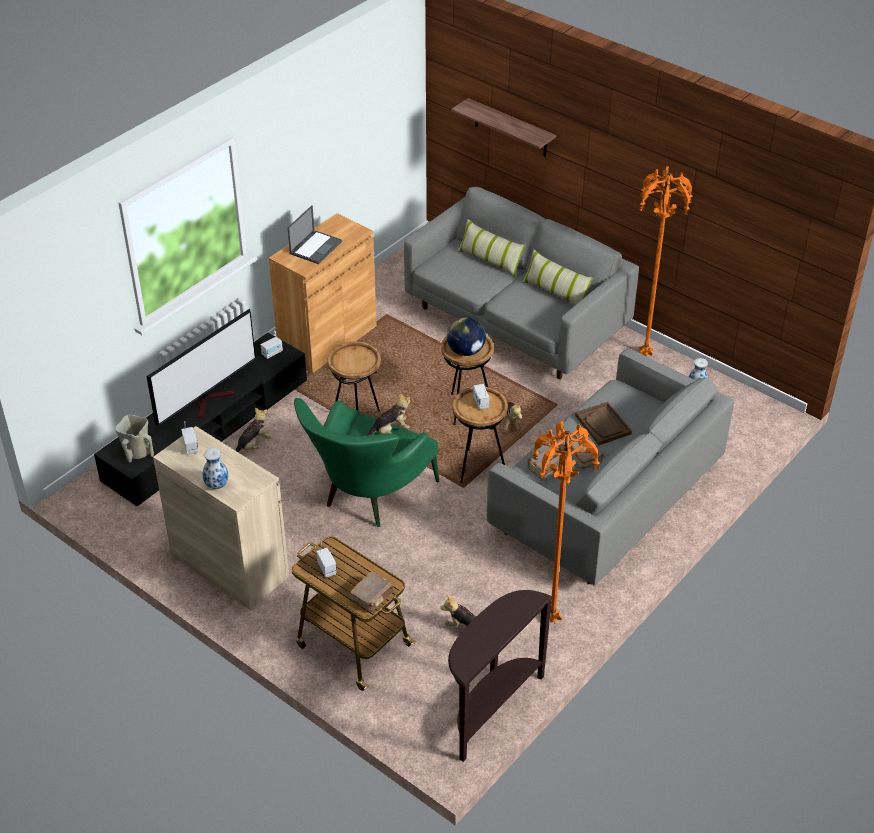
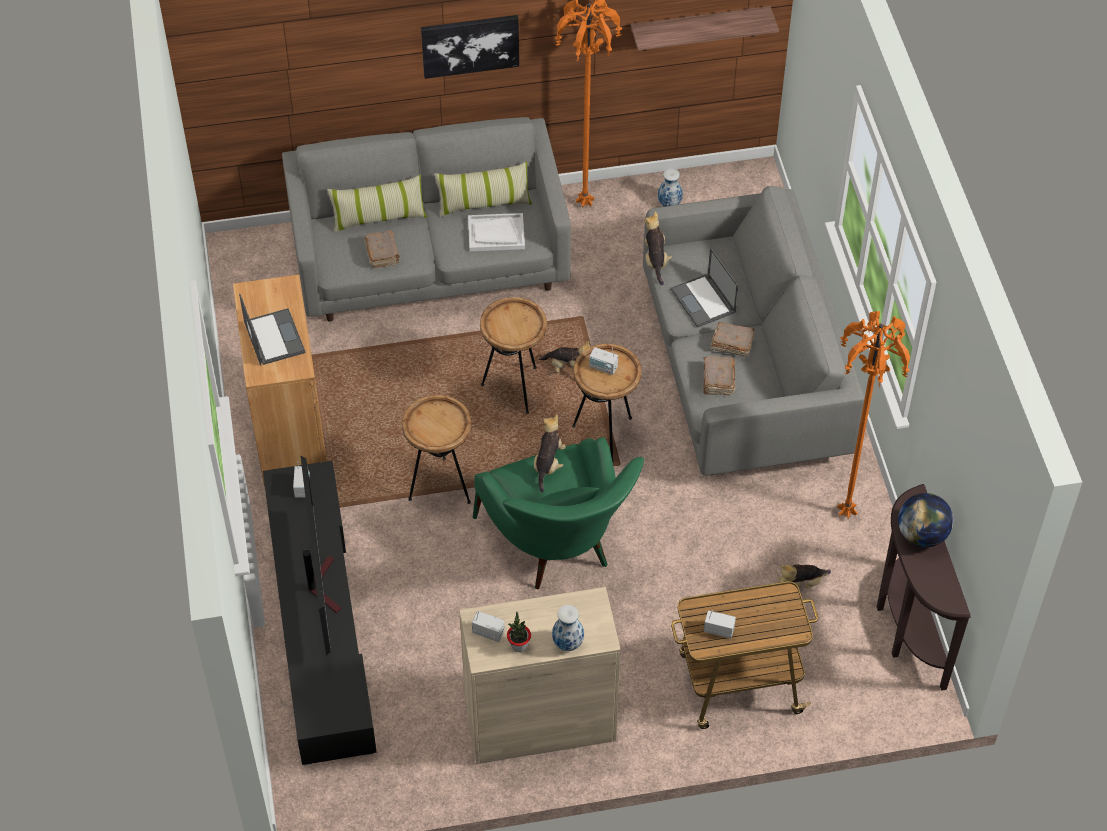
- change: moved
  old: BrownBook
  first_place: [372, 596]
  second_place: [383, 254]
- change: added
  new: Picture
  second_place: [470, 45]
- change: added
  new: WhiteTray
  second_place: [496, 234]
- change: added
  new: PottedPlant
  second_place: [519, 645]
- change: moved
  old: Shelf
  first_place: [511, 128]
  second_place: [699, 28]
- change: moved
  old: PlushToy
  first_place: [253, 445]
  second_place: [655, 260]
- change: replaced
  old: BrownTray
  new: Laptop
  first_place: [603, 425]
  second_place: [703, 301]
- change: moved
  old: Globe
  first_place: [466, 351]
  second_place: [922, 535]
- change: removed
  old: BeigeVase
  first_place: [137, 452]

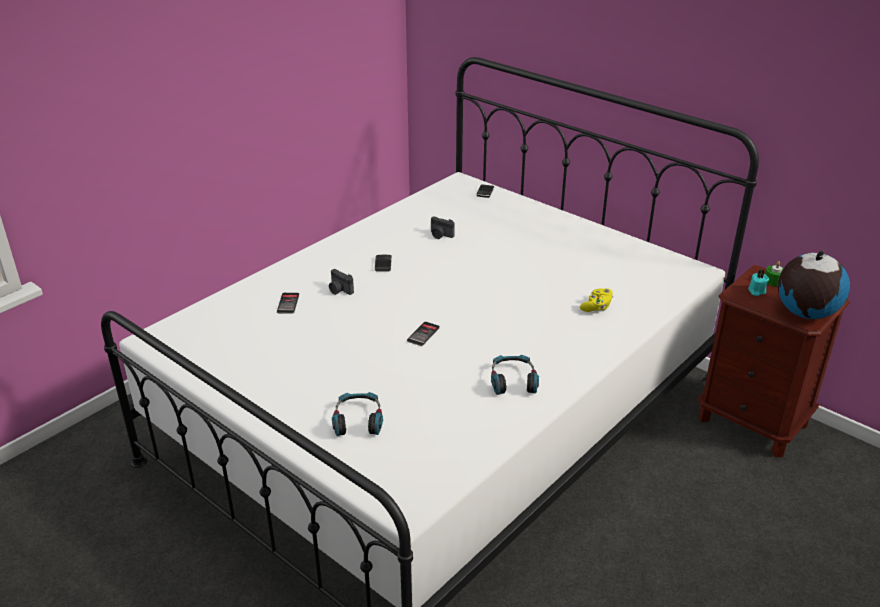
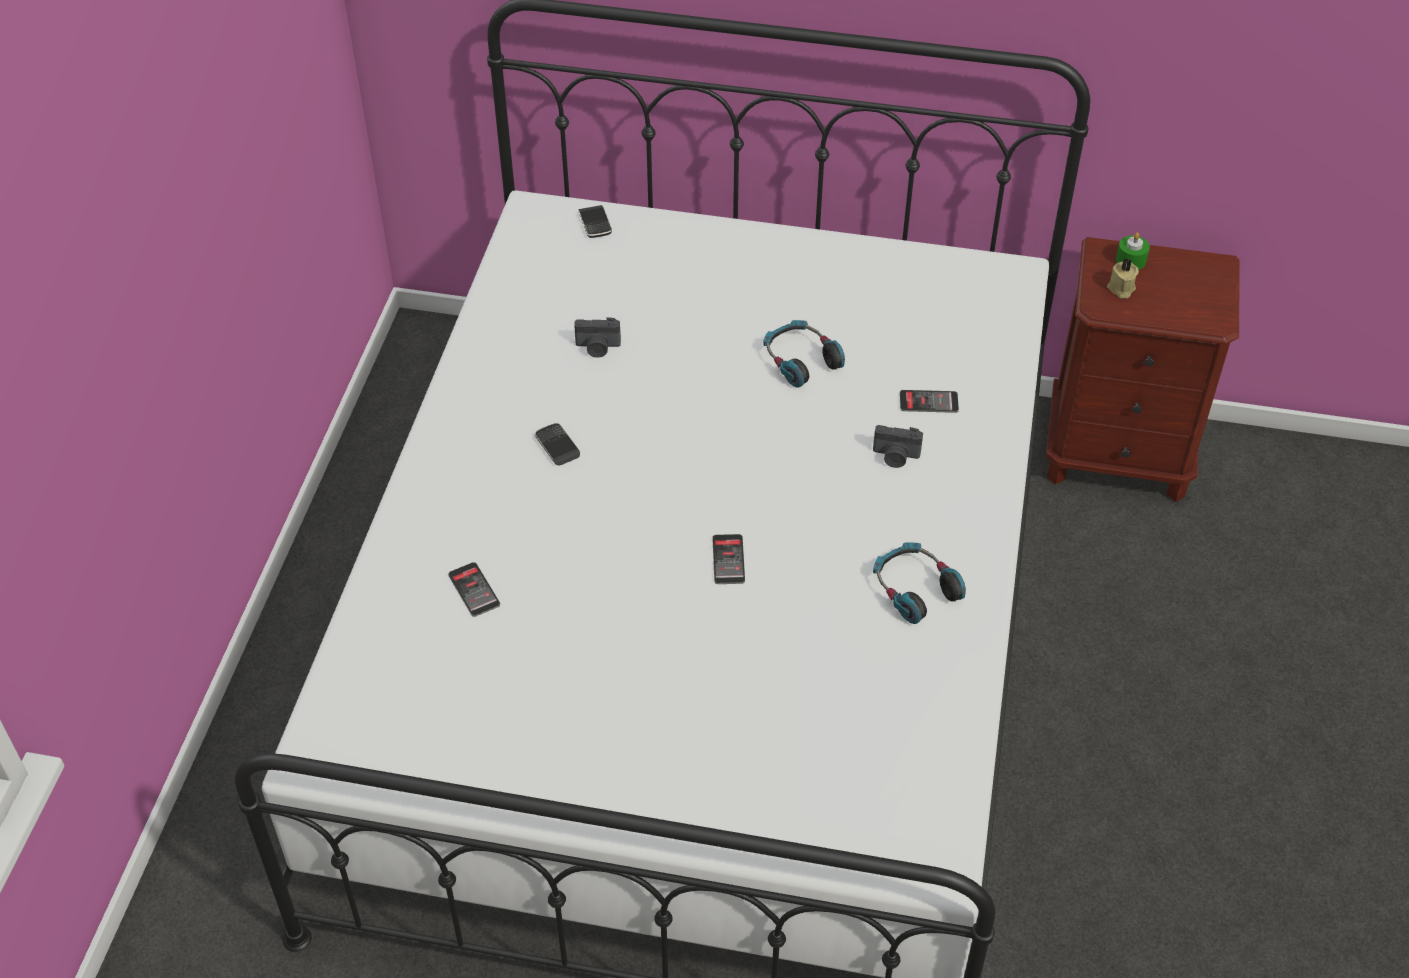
- change: moved
  old: Headphones
  first_place: [358, 420]
  second_place: [800, 360]
- change: moved
  old: PhotoCamera
  first_place: [339, 290]
  second_place: [895, 457]
- change: replaced
  old: YellowGameController
  new: Phone
  first_place: [597, 307]
  second_place: [928, 402]
- change: recoloured
  old: TurquoiseCandle
  new: BeigeCandle
  first_place: [756, 291]
  second_place: [1121, 289]
- change: removed
  old: Globe
  first_place: [805, 313]

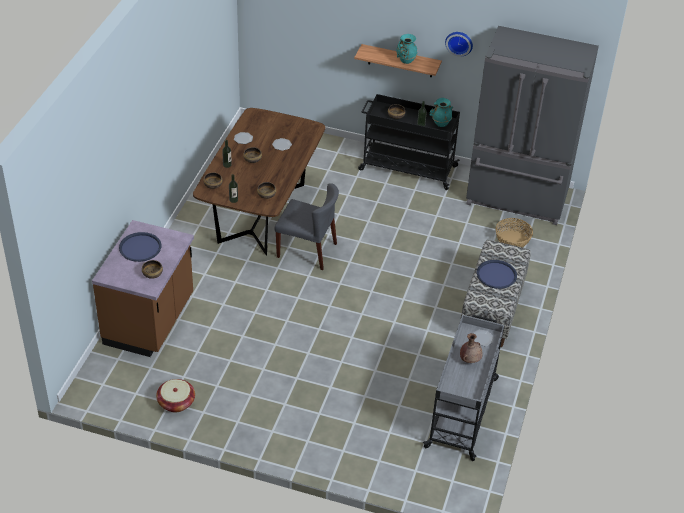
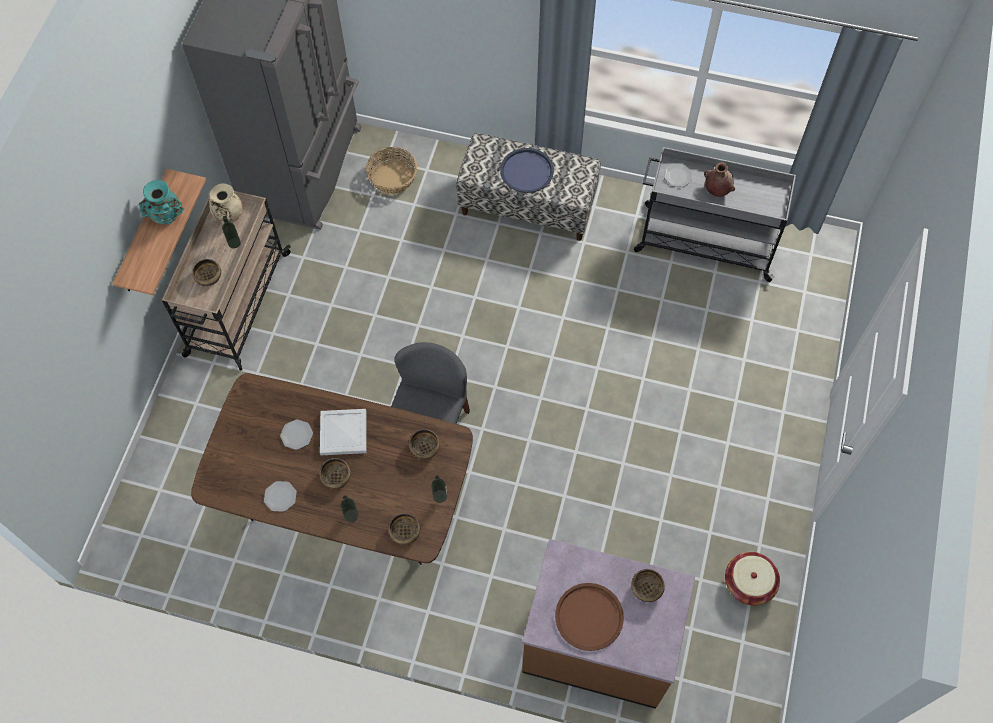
- change: recoloured
  old: BlackCart
  new: BeigeCart
  first_place: [406, 168]
  second_place: [237, 305]
- change: recoloured
  old: TurquoiseVase
  new: BeigeVase
  first_place: [440, 123]
  second_place: [229, 217]
- change: added
  new: WhiteTray
  second_place: [343, 433]
- change: recoloured
  old: BlueTray
  new: BrownTray
  first_place: [140, 247]
  second_place: [589, 617]
- change: removed
  old: WallClock
  first_place: [459, 42]

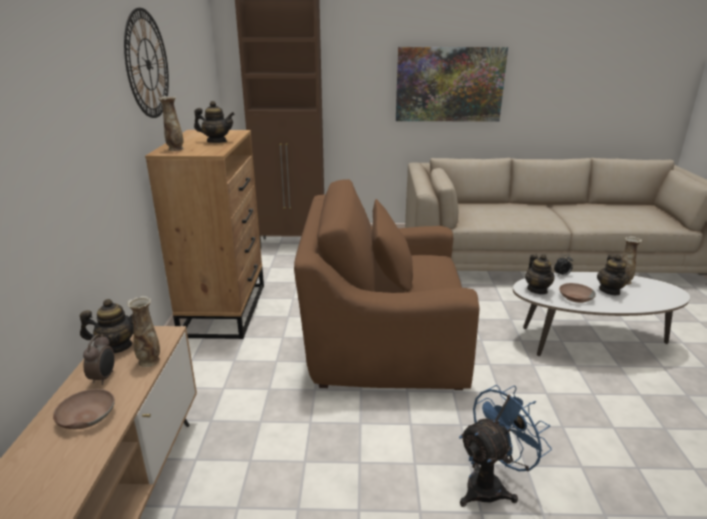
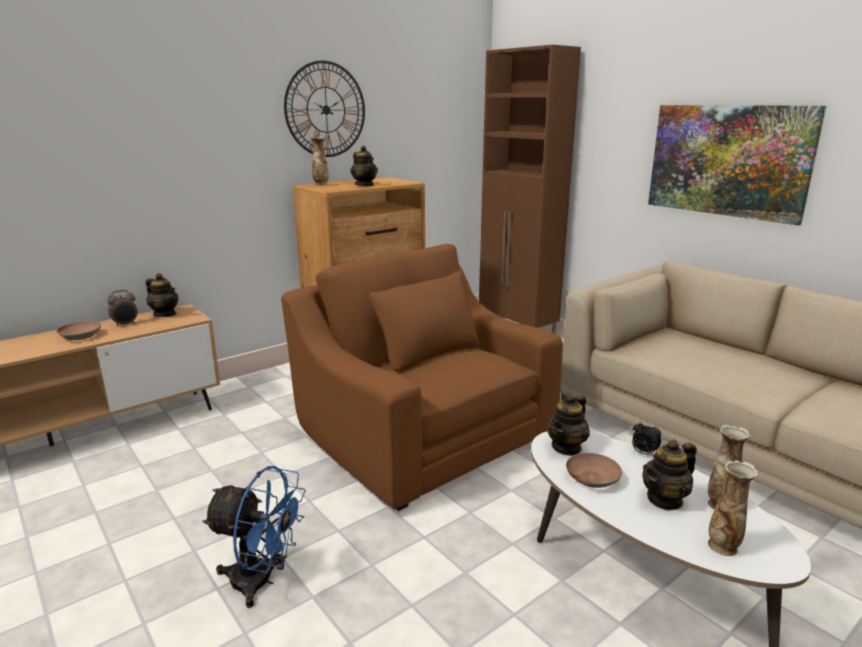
- change: moved
  old: Vase
  first_place: [150, 360]
  second_place: [723, 546]

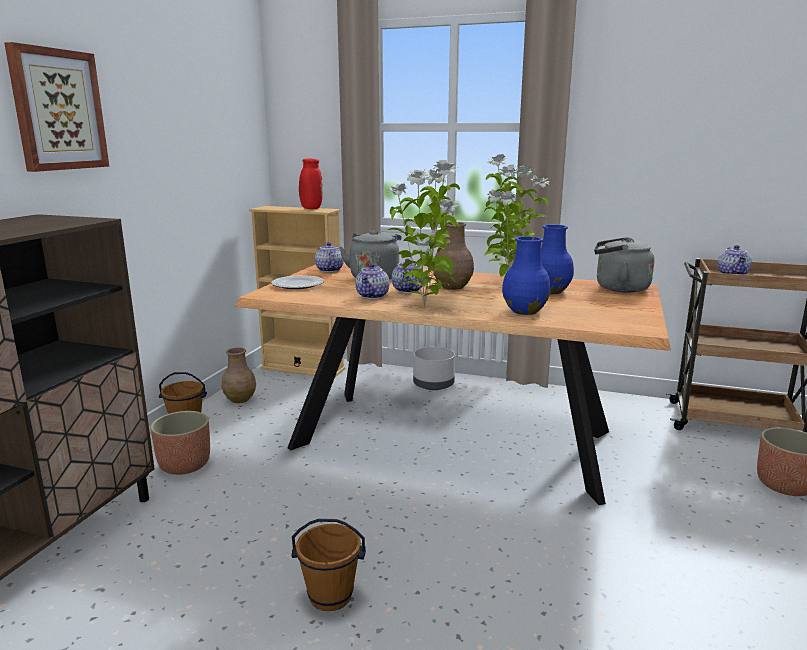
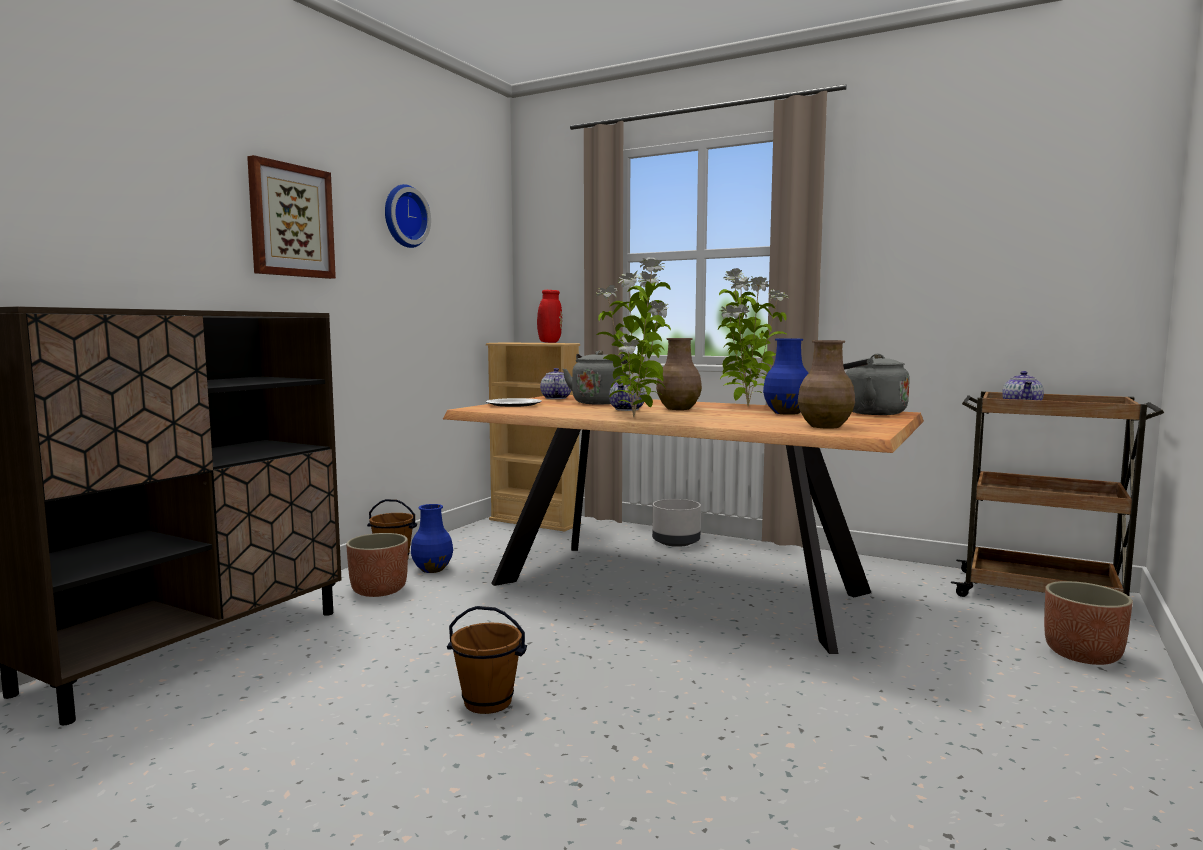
- change: added
  new: WallClock
  second_place: [403, 216]
- change: moved
  old: BlueVase
  first_place: [524, 311]
  second_place: [432, 569]
- change: moved
  old: BrownVase
  first_place: [240, 399]
  second_place: [825, 426]
- change: removed
  old: Teapot
  first_place: [373, 296]

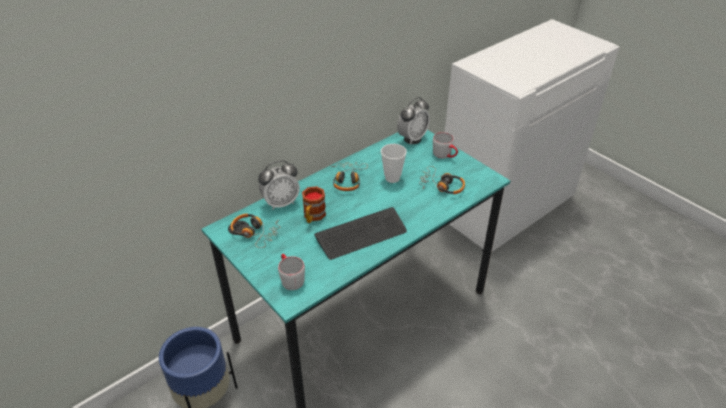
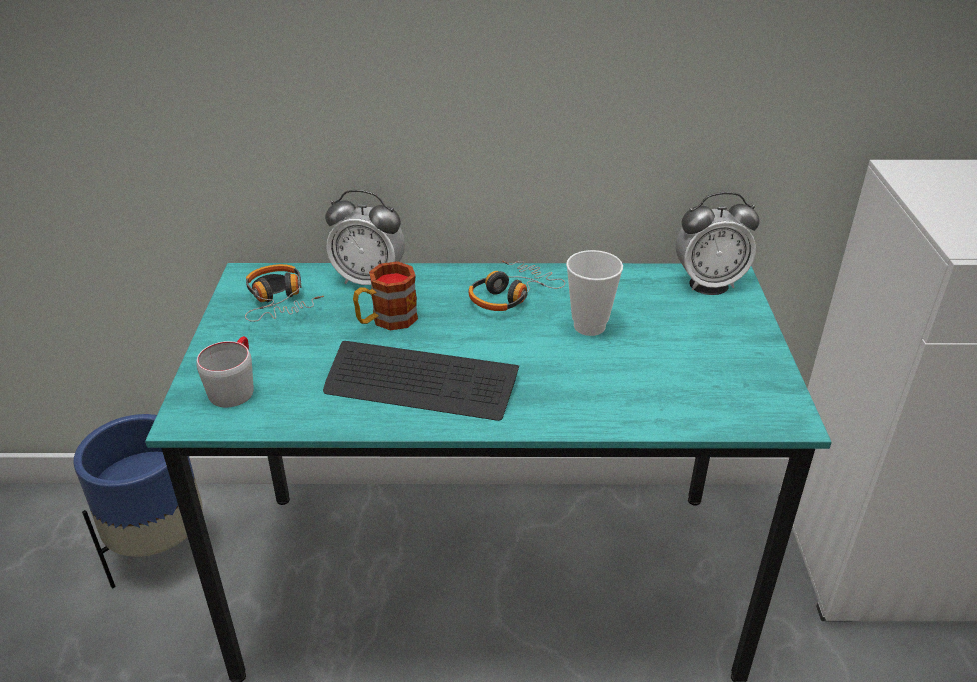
- change: removed
  old: Headphones
  first_place: [441, 186]
- change: removed
  old: GreyMug
  first_place: [445, 155]

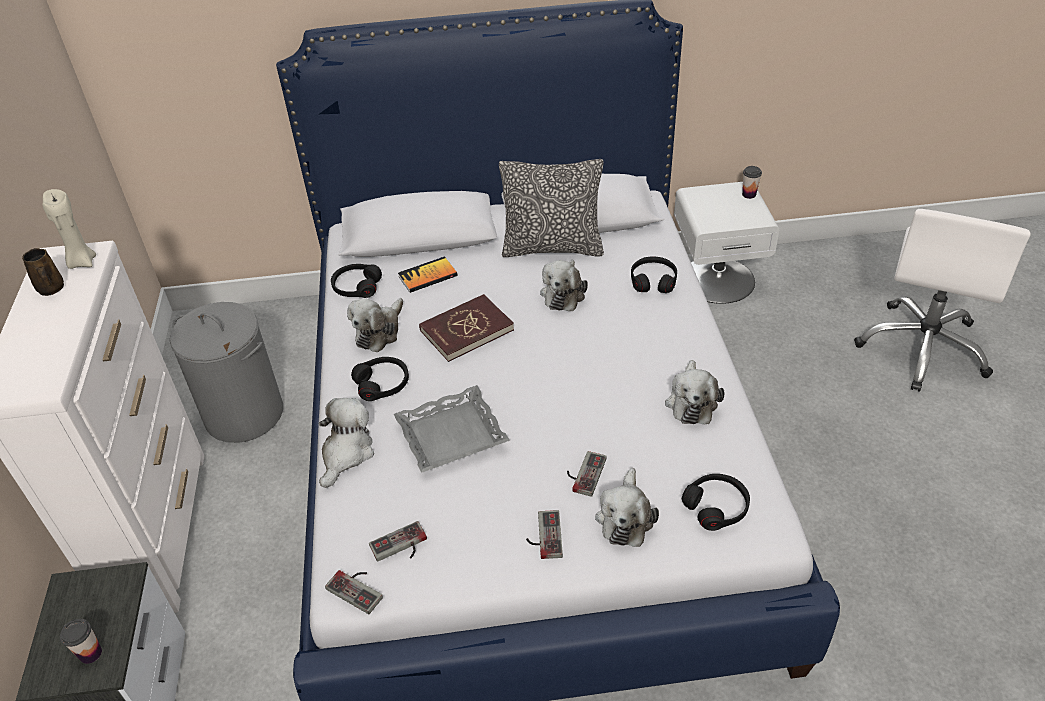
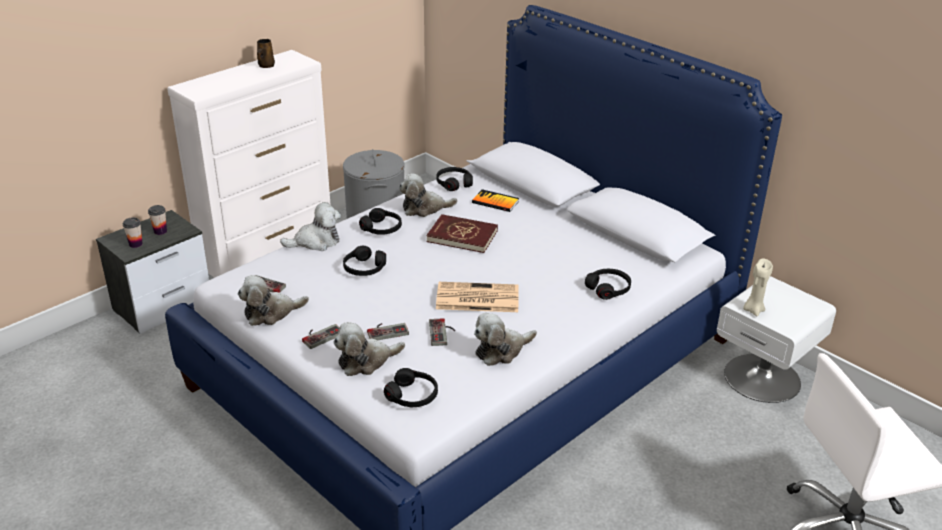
- change: moved
  old: Cup
  first_place: [749, 194]
  second_place: [160, 231]
- change: moved
  old: PlushToy
  first_place: [563, 293]
  second_place: [271, 313]
- change: replaced
  old: GreyTray
  new: BlackHeadphones
  first_place: [451, 435]
  second_place: [364, 268]
- change: moved
  old: GameController
  first_place: [358, 588]
  second_place: [442, 333]
- change: added
  new: Newspaper
  second_place: [476, 298]
- change: moved
  old: BeigeCandle
  first_place: [82, 262]
  second_place: [753, 310]
- change: removed
  old: Pillow
  first_place: [552, 247]

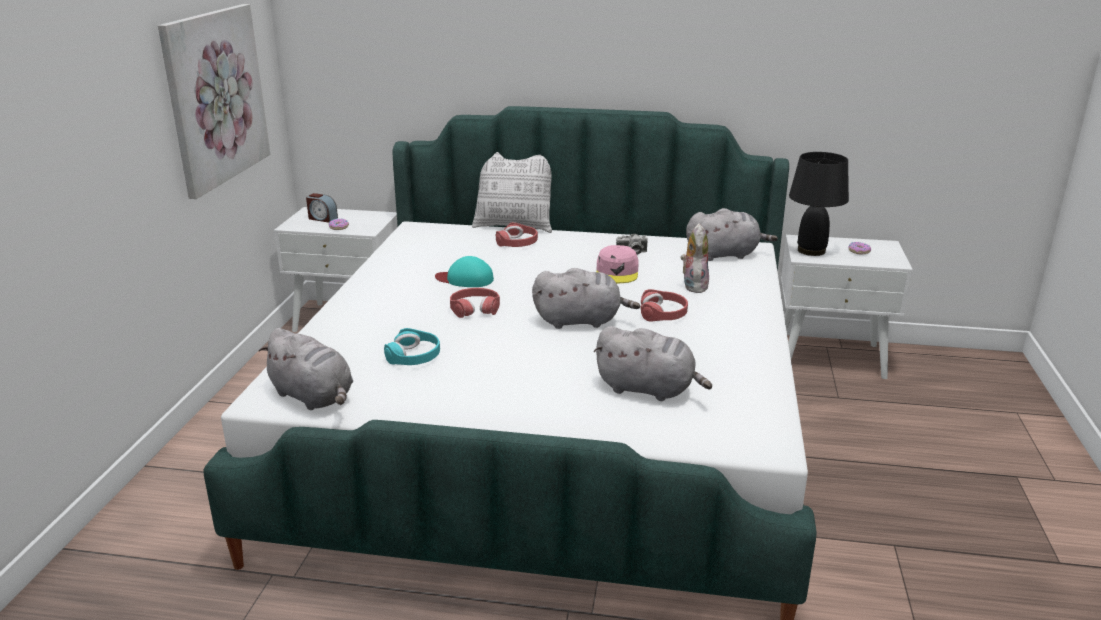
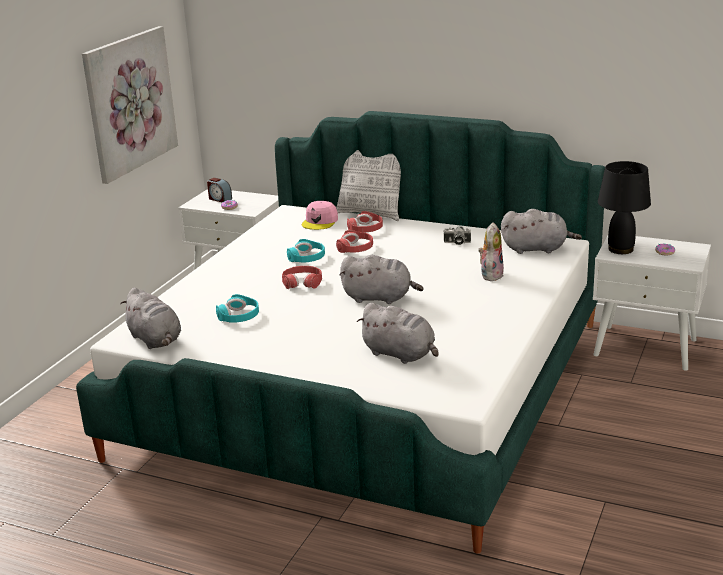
- change: replaced
  old: TurquoiseCap
  new: TurquoiseHeadphones
  first_place: [465, 279]
  second_place: [307, 258]
- change: moved
  old: PinkCap
  first_place: [617, 272]
  second_place: [320, 221]
- change: moved
  old: RedHeadphones
  first_place: [663, 313]
  second_place: [355, 248]

